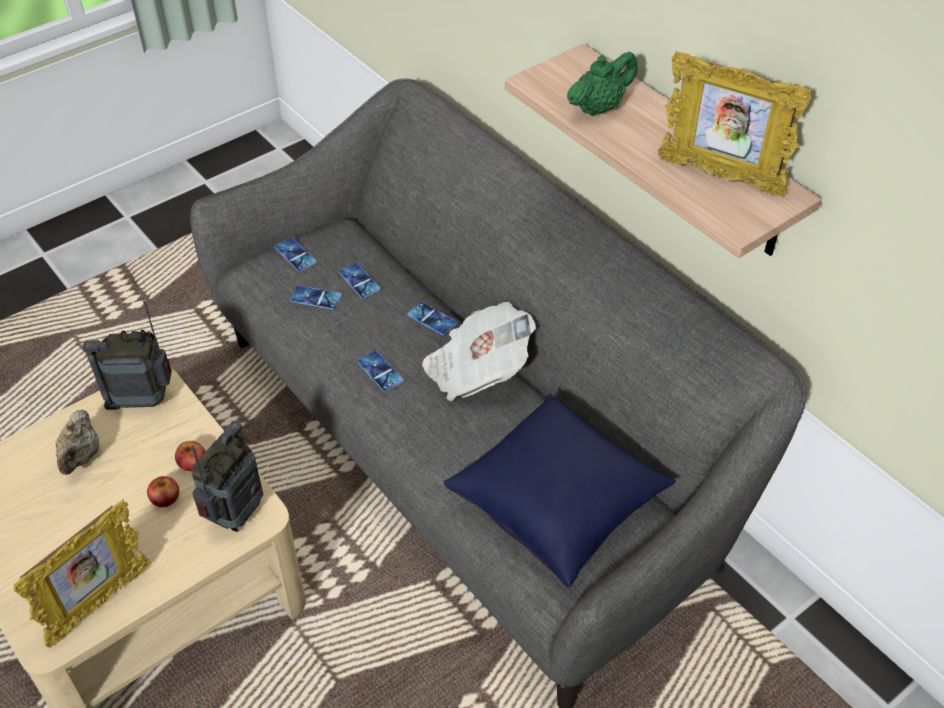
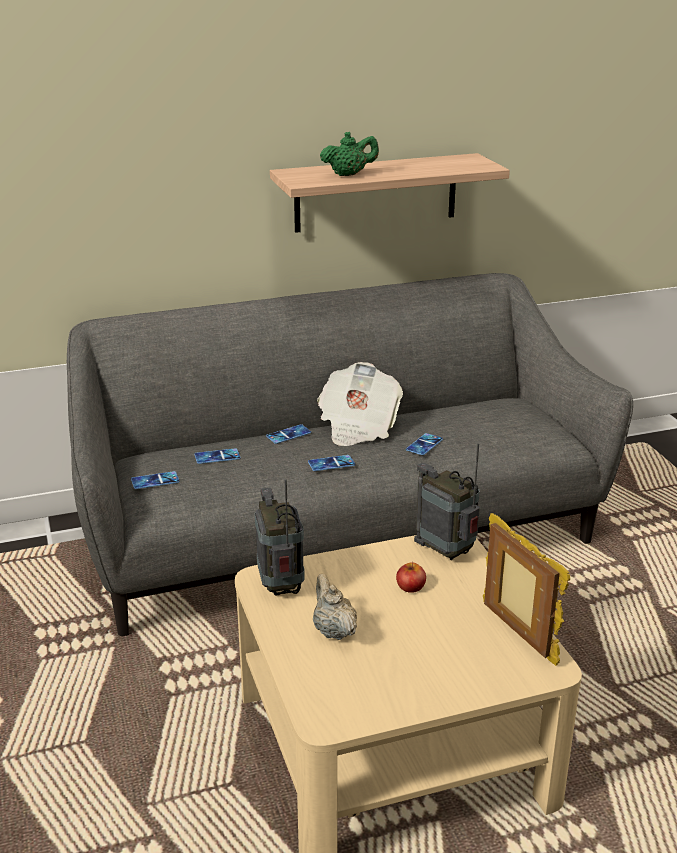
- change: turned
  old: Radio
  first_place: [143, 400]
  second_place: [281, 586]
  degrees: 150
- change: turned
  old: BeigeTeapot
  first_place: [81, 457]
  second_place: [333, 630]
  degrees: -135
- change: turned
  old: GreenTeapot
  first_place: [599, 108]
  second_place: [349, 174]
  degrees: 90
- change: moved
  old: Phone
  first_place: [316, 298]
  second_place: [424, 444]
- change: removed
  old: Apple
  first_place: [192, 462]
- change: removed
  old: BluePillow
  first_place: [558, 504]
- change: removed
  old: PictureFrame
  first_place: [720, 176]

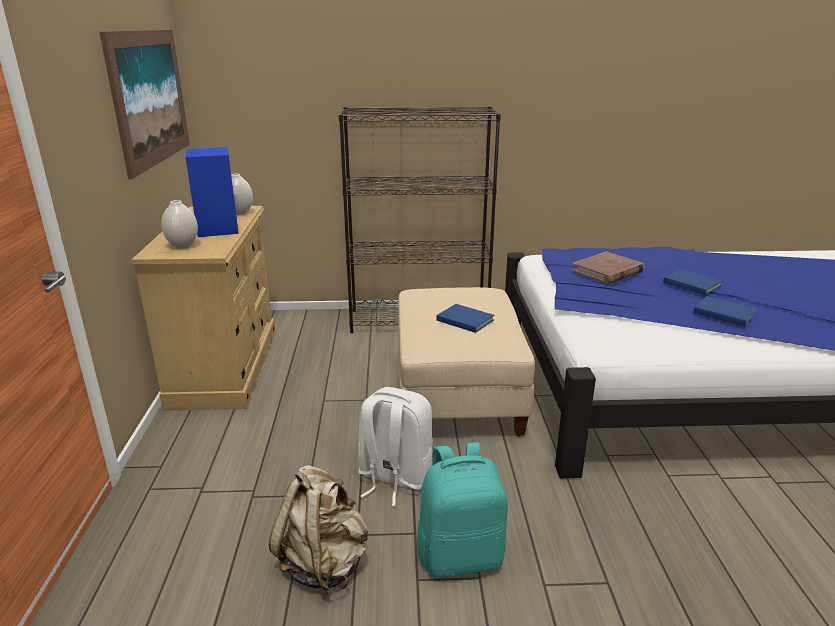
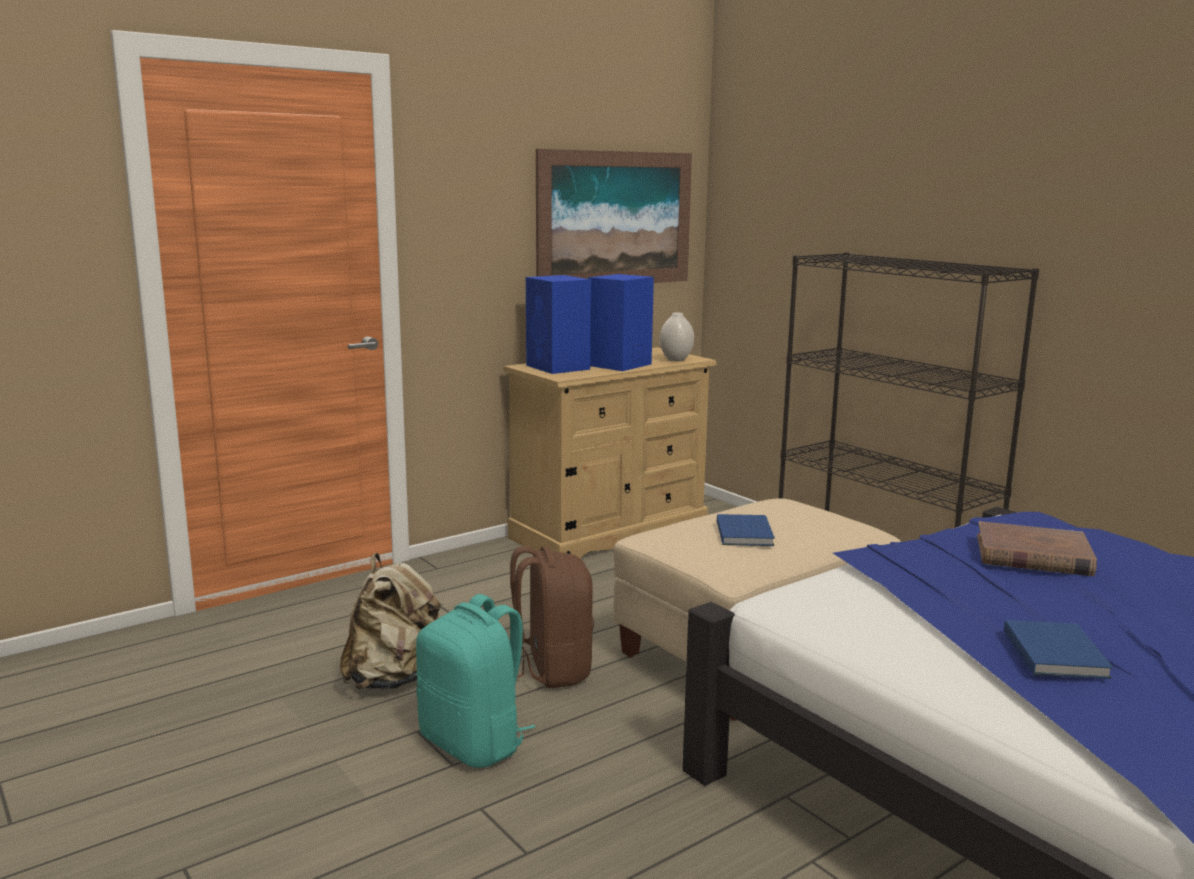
- change: recoloured
  old: WhiteBackpack
  new: BrownBackpack
  first_place: [394, 477]
  second_place: [550, 670]
- change: replaced
  old: WhiteVase
  new: BlueSpeaker
  first_place: [183, 246]
  second_place: [558, 367]
- change: removed
  old: BlueBook
  first_place: [691, 283]

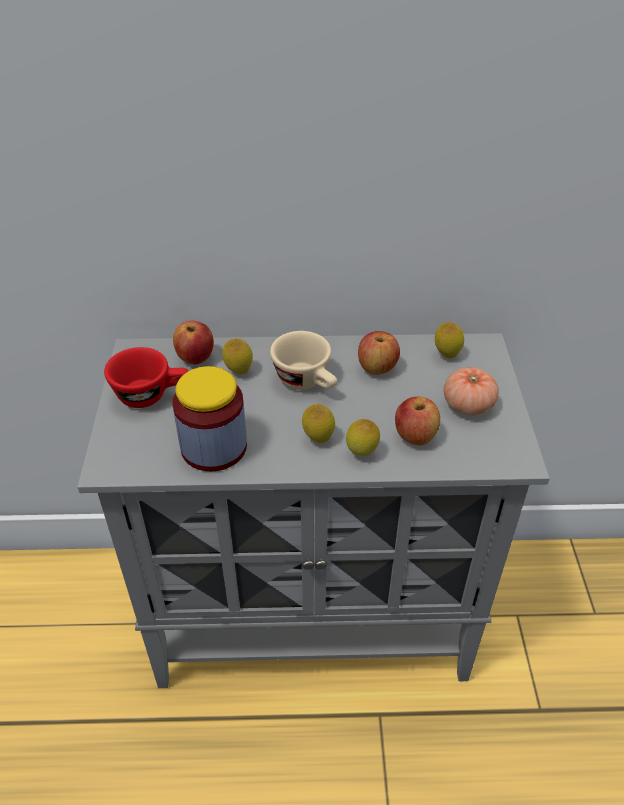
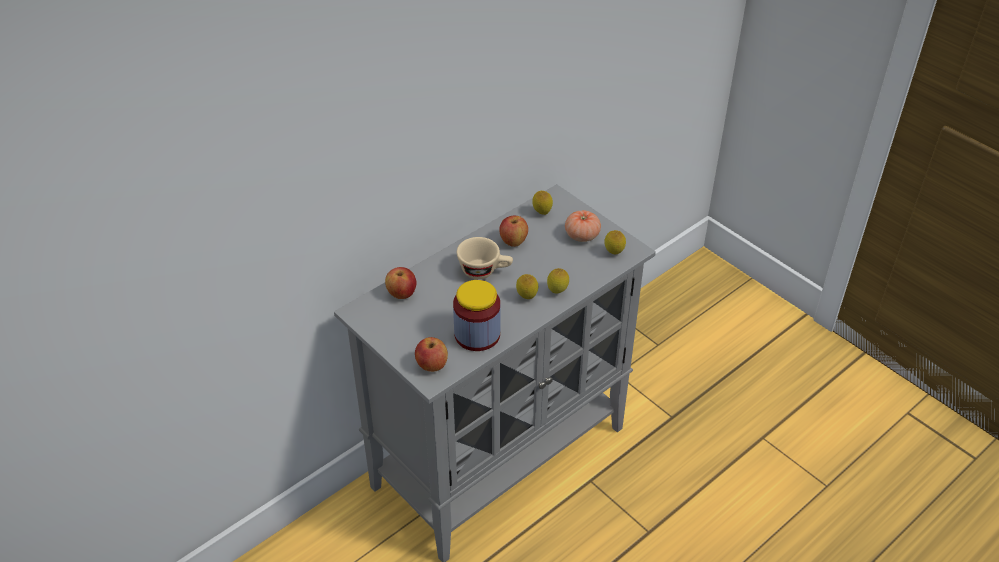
- change: moved
  old: Apple
  first_place: [415, 436]
  second_place: [431, 366]
- change: moved
  old: Lemon
  first_place: [238, 372]
  second_place: [614, 253]
- change: removed
  old: RedCup
  first_place: [151, 394]

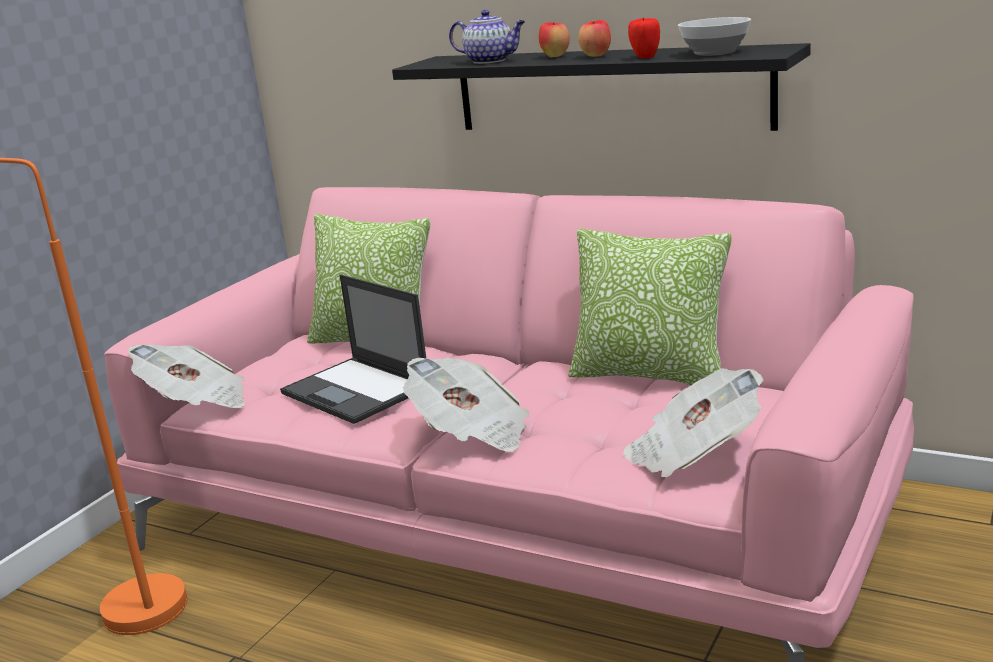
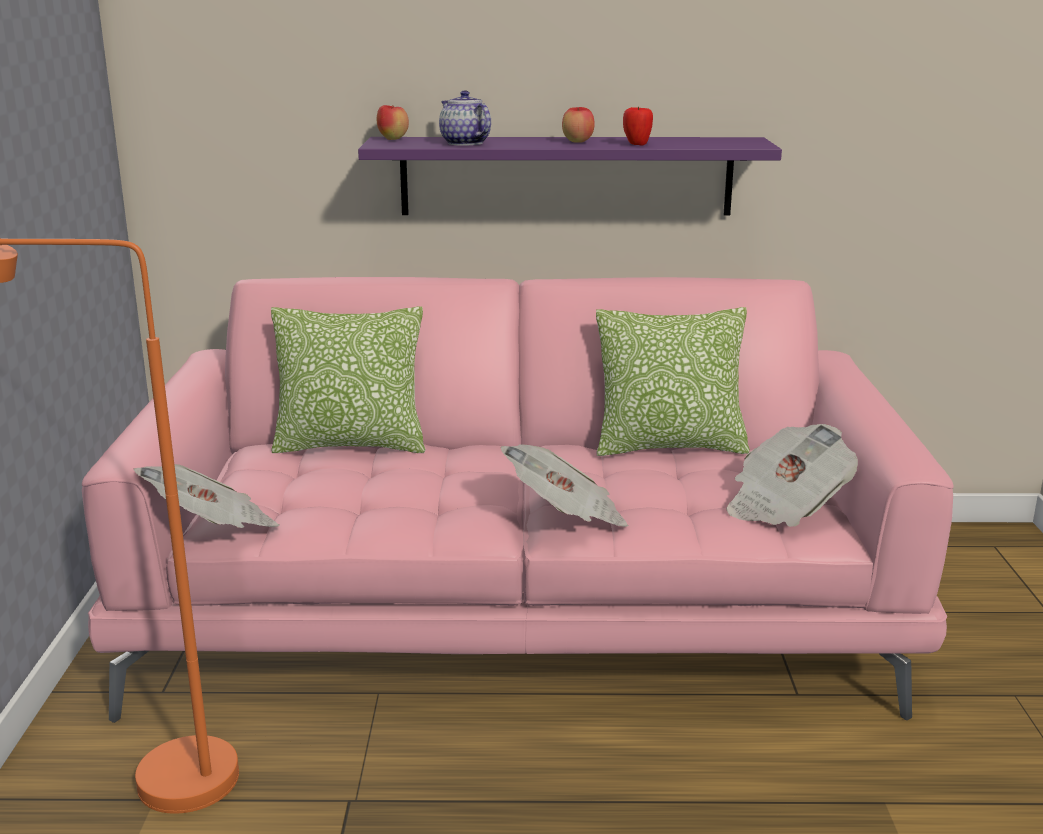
- change: recoloured
  old: BlackShelf
  new: PurpleShelf
  first_place: [608, 90]
  second_place: [566, 176]
- change: moved
  old: Apple
  first_place: [555, 56]
  second_place: [393, 139]
- change: turned
  old: Teapot
  first_place: [491, 61]
  second_place: [464, 143]
  degrees: -120
- change: removed
  old: Laptop
  first_place: [357, 390]
- change: removed
  old: Bowl
  first_place: [713, 52]

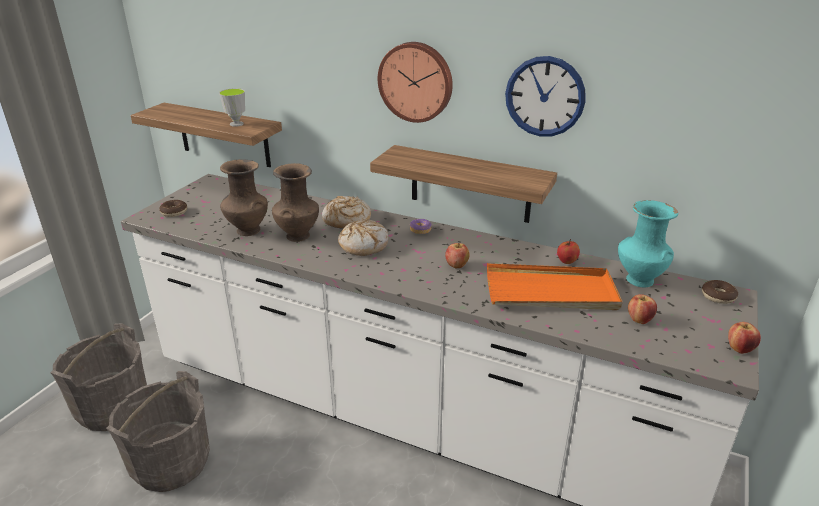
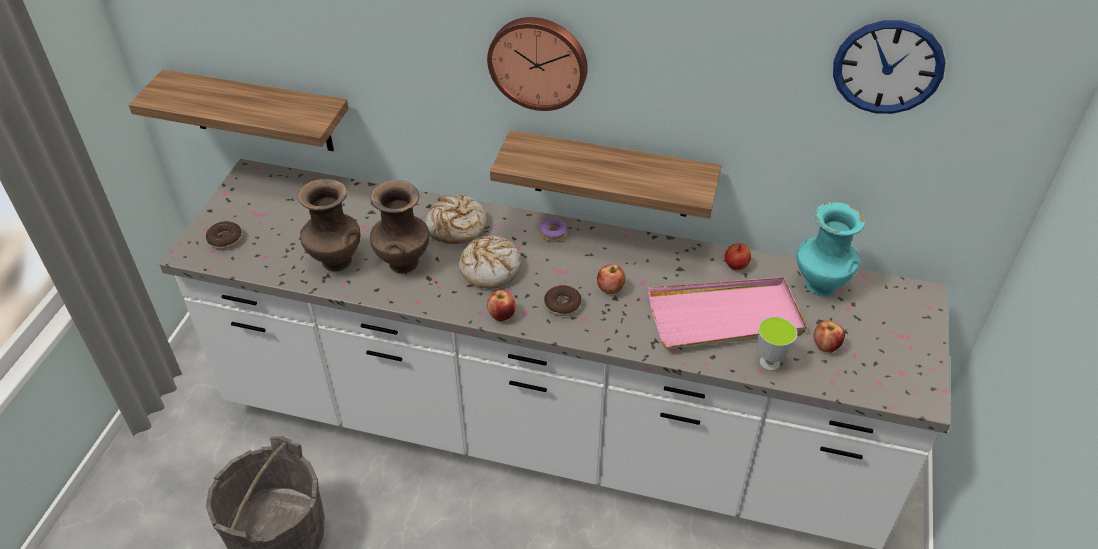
- change: moved
  old: Apple
  first_place: [739, 349]
  second_place: [502, 315]
- change: moved
  old: Donut
  first_place: [718, 296]
  second_place: [562, 305]
- change: recoloured
  old: OrangeTray
  new: PinkTray
  first_place: [551, 292]
  second_place: [725, 317]
- change: moved
  old: Cup
  first_place: [236, 124]
  second_place: [769, 363]
- change: moved
  old: WallClock
  first_place: [544, 97]
  second_place: [888, 67]
- change: removed
  old: GreyBucket
  first_place: [113, 407]

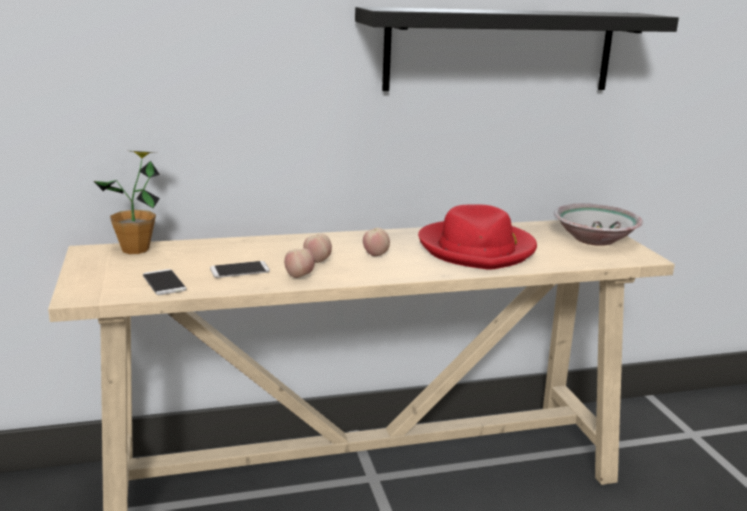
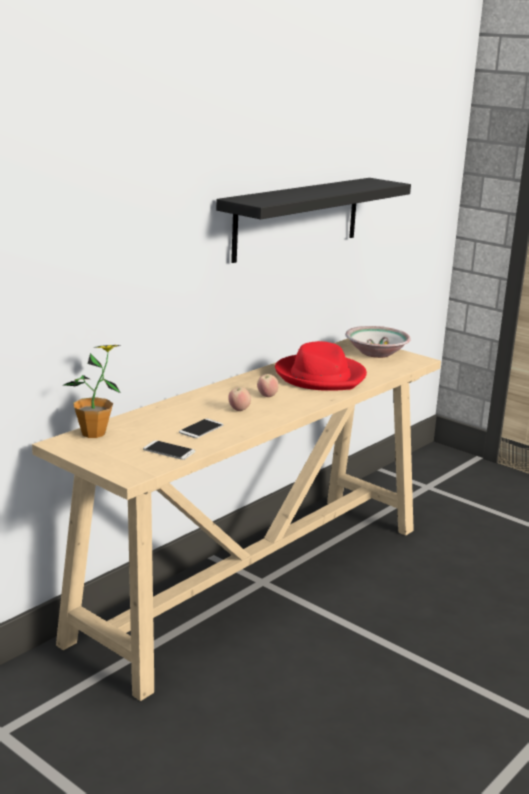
- change: removed
  old: Apple
  first_place: [299, 277]

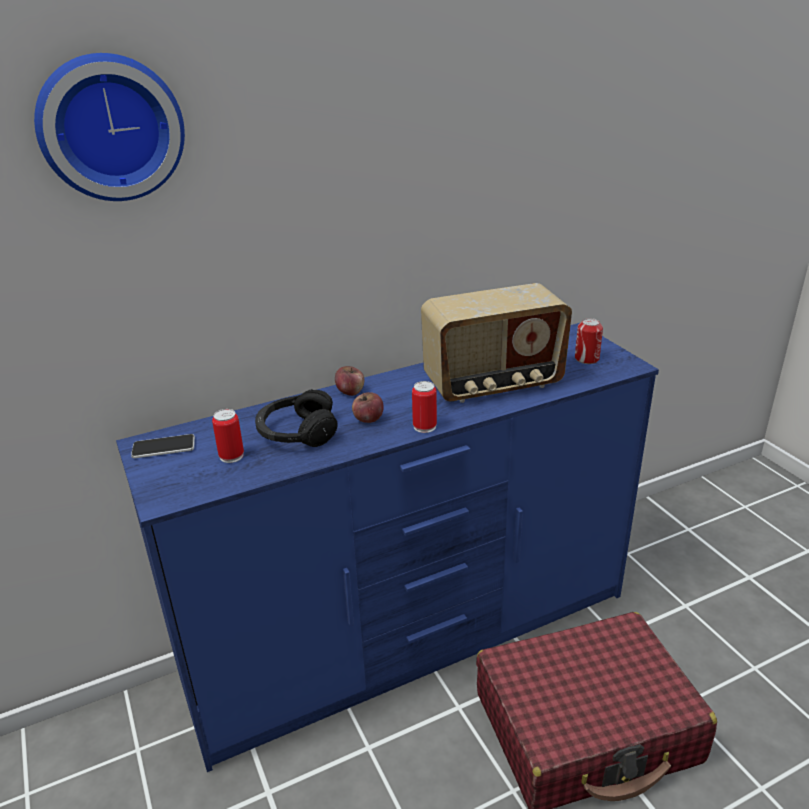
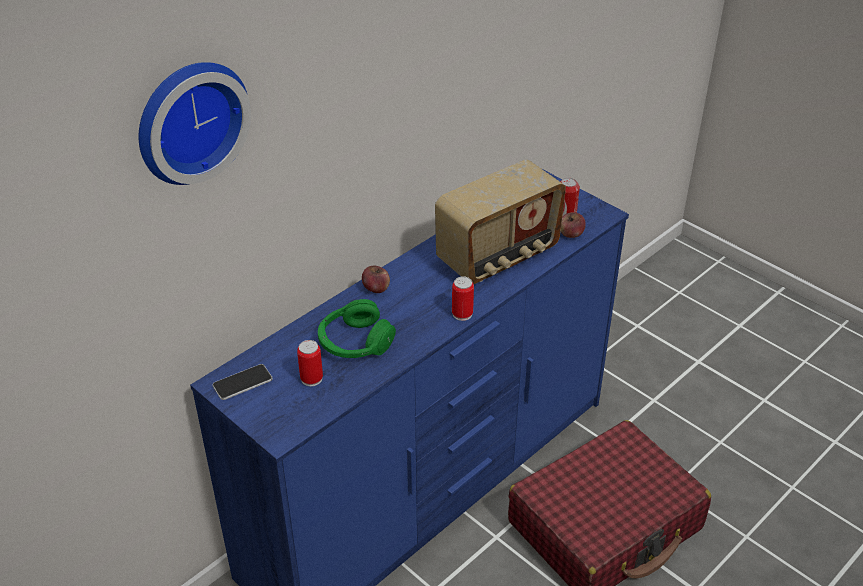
- change: recoloured
  old: BlackHeadphones
  new: GreenHeadphones
  first_place: [297, 432]
  second_place: [354, 342]
- change: moved
  old: Apple
  first_place: [368, 419]
  second_place: [570, 234]

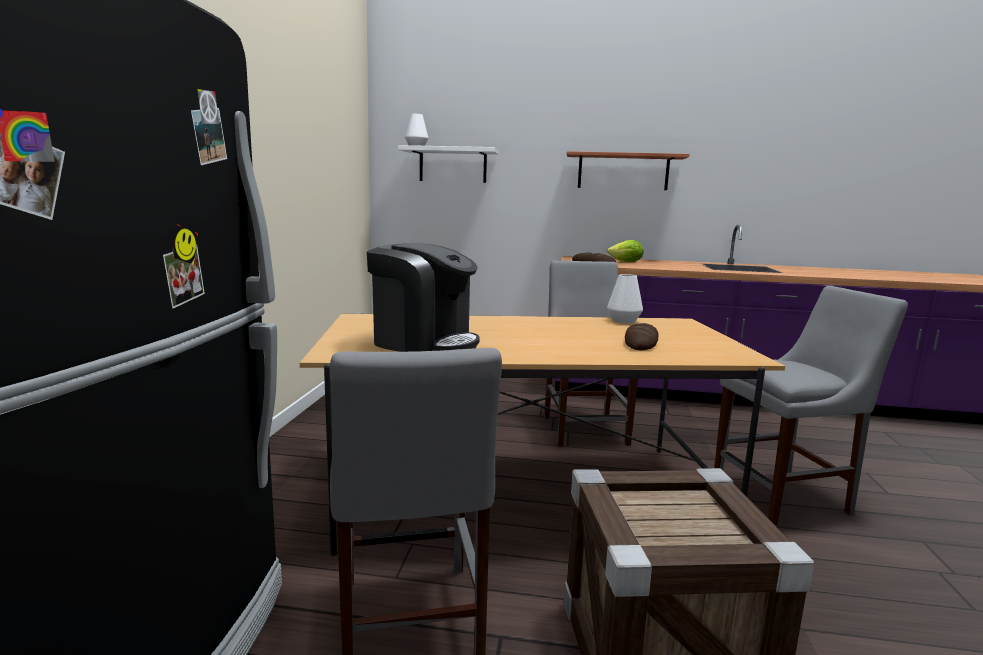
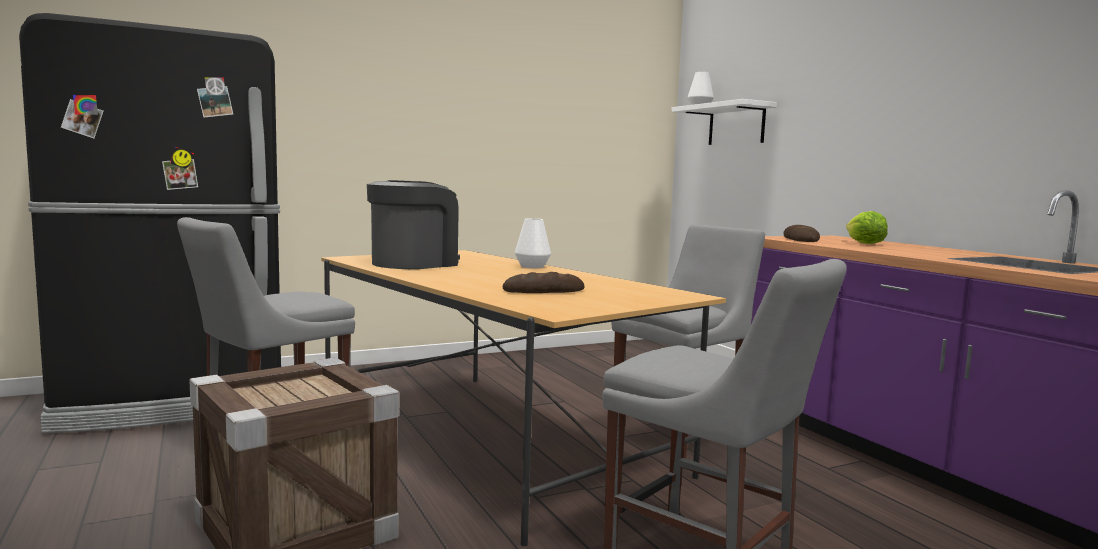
- change: turned
  old: CoffeeMachine
  first_place: [424, 342]
  second_place: [414, 263]
  degrees: -135
- change: moved
  old: WhiteVase
  first_place: [624, 321]
  second_place: [532, 266]
- change: removed
  old: Shelf
  first_place: [623, 172]

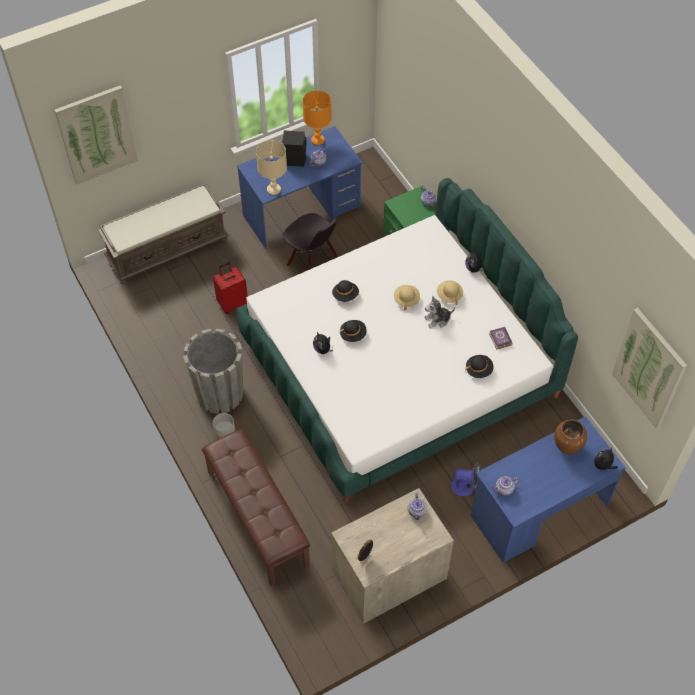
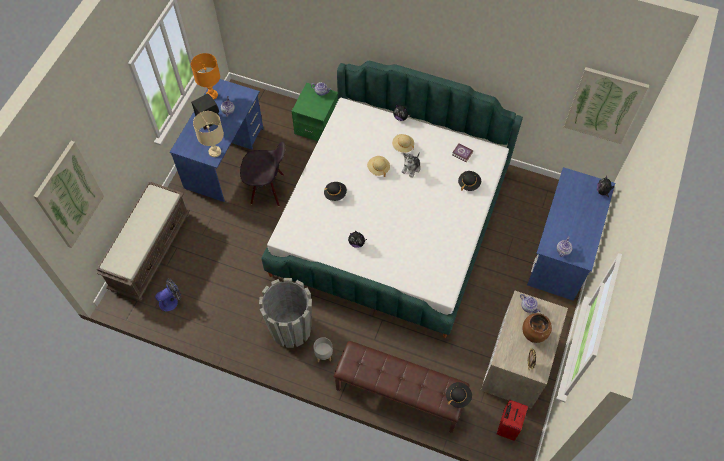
- change: moved
  old: Fan
  first_place: [467, 487]
  second_place: [171, 301]
- change: moved
  old: BlackHat
  first_place: [353, 334]
  second_place: [458, 396]
- change: moved
  old: RedSuitcase
  first_place: [232, 303]
  second_place: [507, 426]
- change: moved
  old: BrownVase
  first_place: [567, 447]
  second_place: [533, 335]

